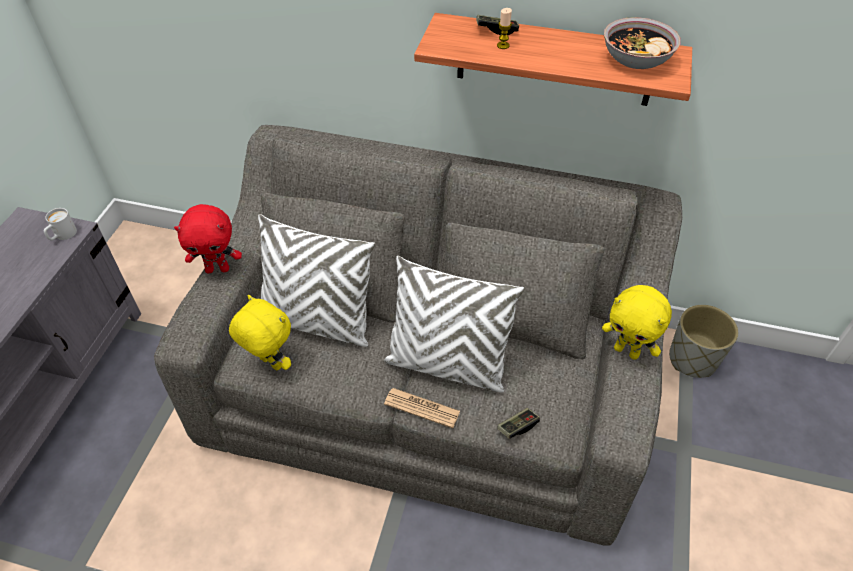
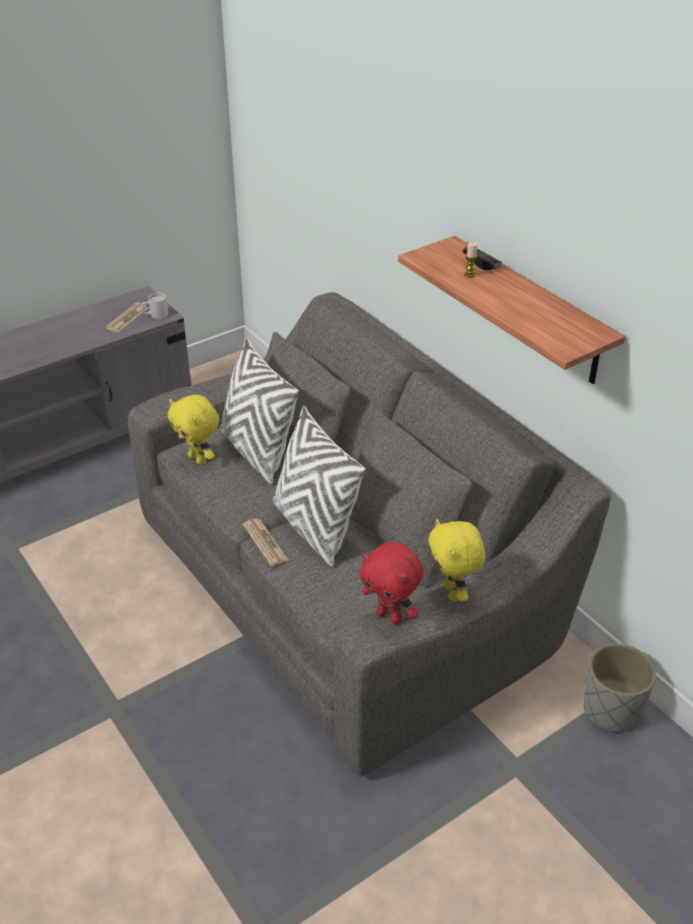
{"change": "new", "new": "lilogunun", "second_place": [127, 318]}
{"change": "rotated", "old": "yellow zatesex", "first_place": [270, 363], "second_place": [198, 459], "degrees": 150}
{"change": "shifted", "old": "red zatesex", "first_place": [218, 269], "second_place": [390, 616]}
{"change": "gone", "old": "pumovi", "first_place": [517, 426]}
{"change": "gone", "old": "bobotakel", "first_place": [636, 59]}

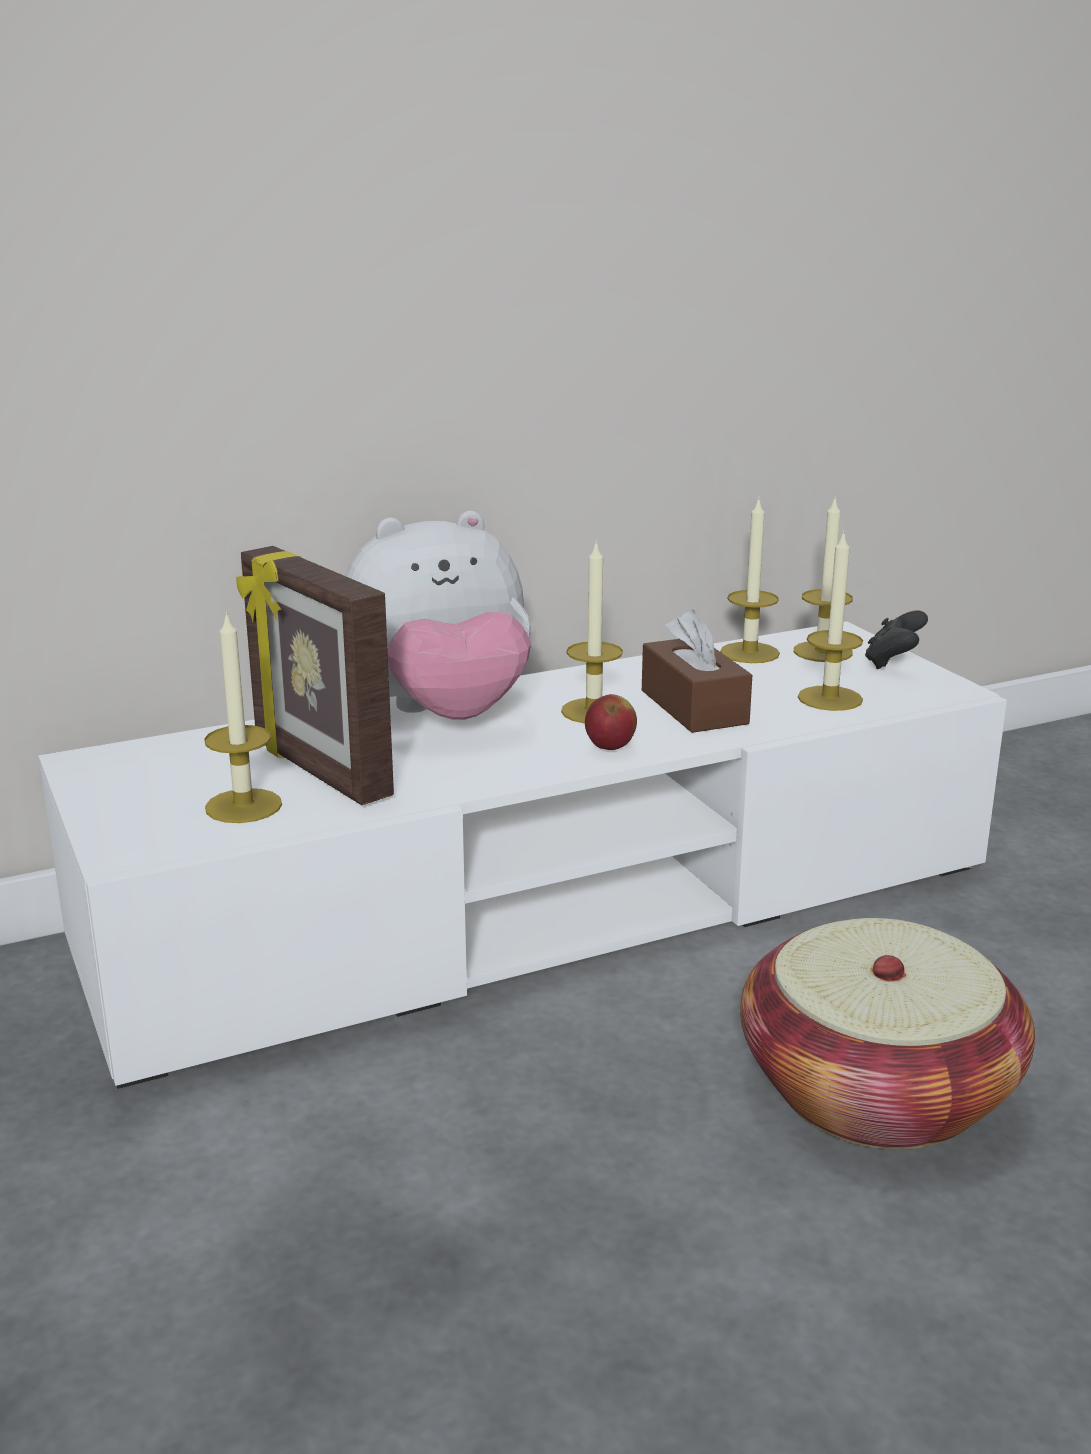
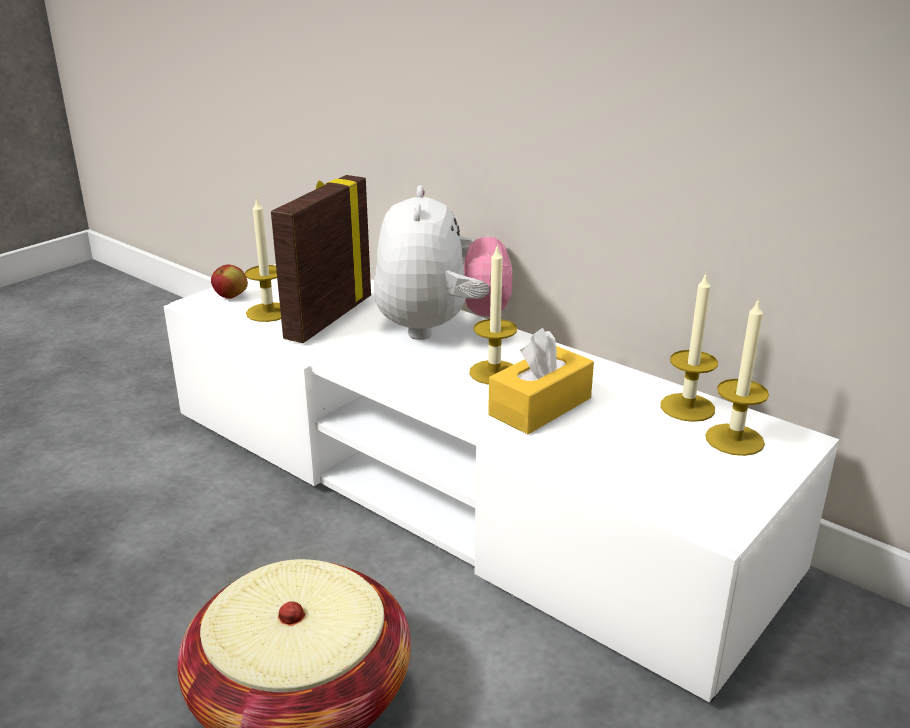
{"change": "shifted", "old": "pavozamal", "first_place": [610, 747], "second_place": [231, 297]}
{"change": "rotated", "old": "zatesex", "first_place": [442, 714], "second_place": [440, 328], "degrees": -135}
{"change": "repainted", "old": "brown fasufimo", "new": "yellow fasufimo", "first_place": [694, 707], "second_place": [540, 406]}
{"change": "gone", "old": "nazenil", "first_place": [830, 698]}
{"change": "gone", "old": "black pumovi", "first_place": [893, 663]}

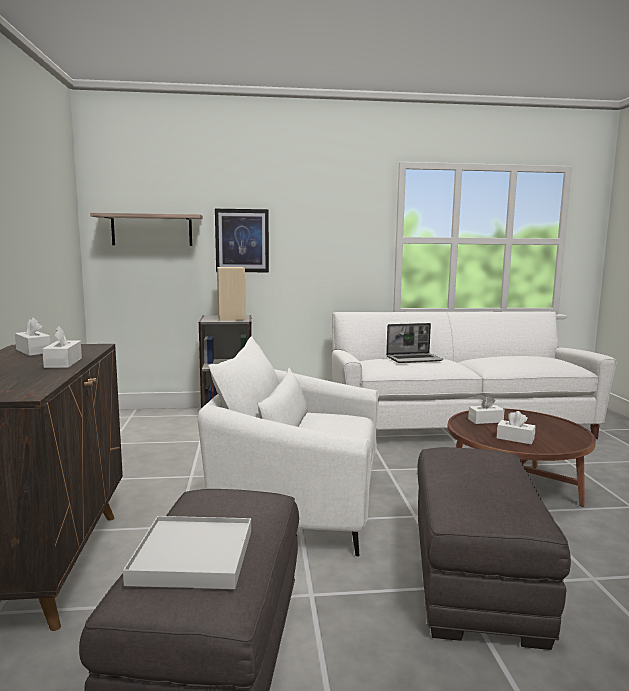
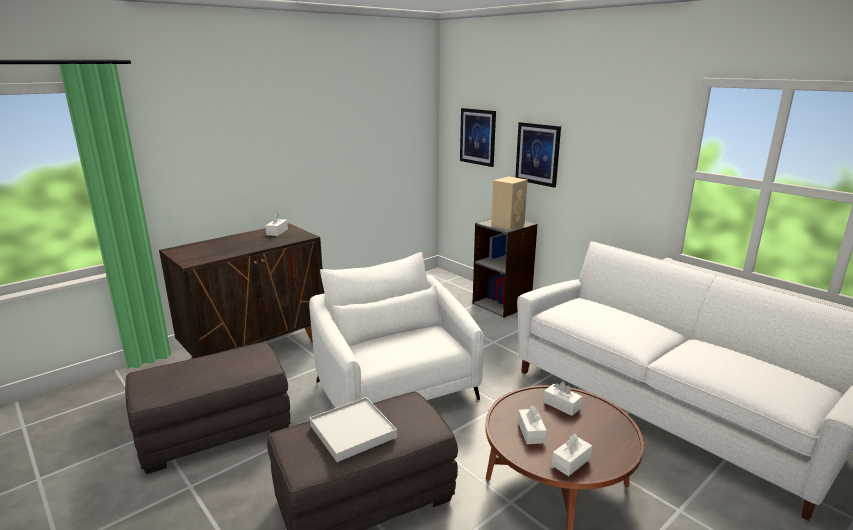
{"change": "shifted", "old": "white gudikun", "first_place": [192, 557], "second_place": [352, 431]}
{"change": "swapped", "old": "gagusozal", "new": "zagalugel", "first_place": [152, 230], "second_place": [478, 136]}
{"change": "shifted", "old": "white fasufimo", "first_place": [63, 363], "second_place": [571, 462]}
{"change": "gone", "old": "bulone", "first_place": [414, 359]}

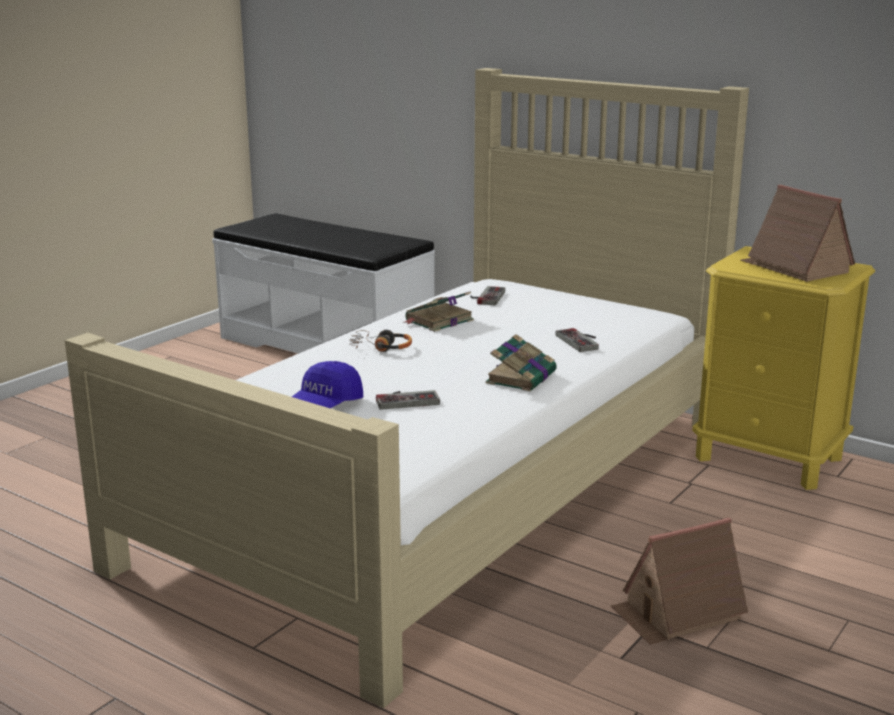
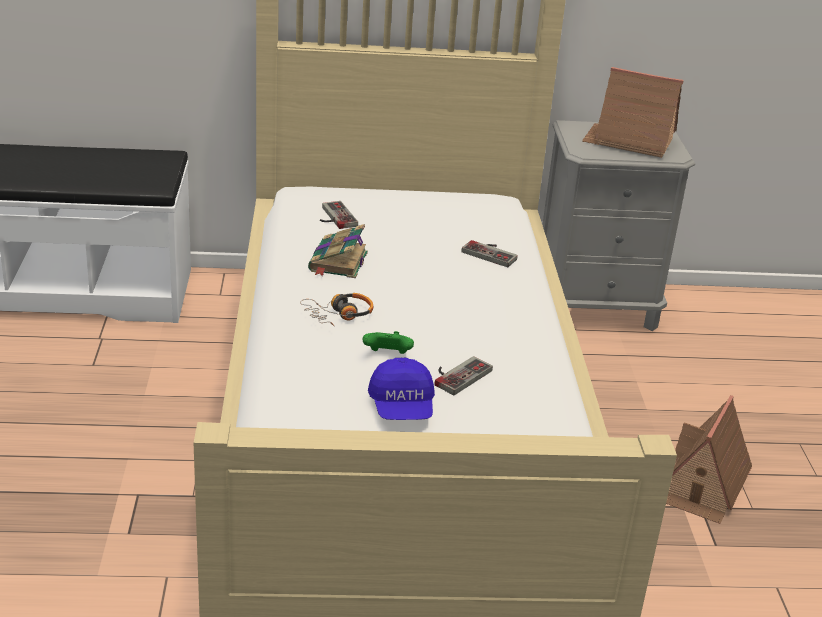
{"change": "new", "new": "green pumovi", "second_place": [387, 356]}
{"change": "repainted", "old": "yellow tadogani", "new": "grey tadogani", "first_place": [769, 458], "second_place": [596, 307]}
{"change": "gone", "old": "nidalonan", "first_place": [522, 377]}

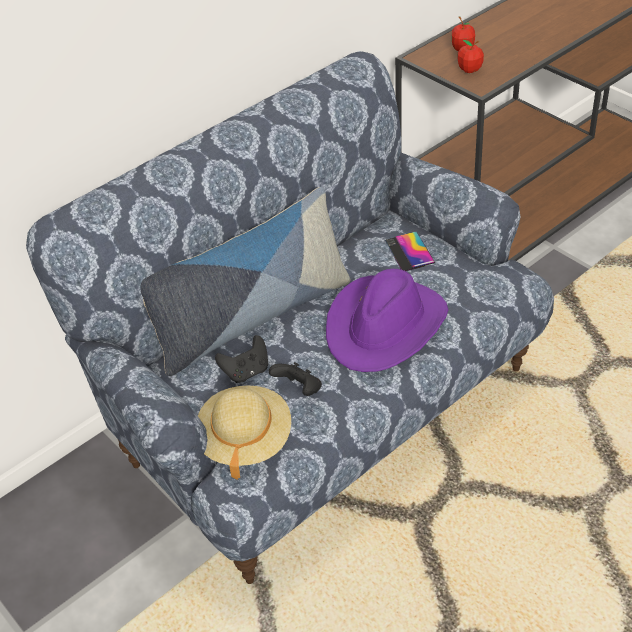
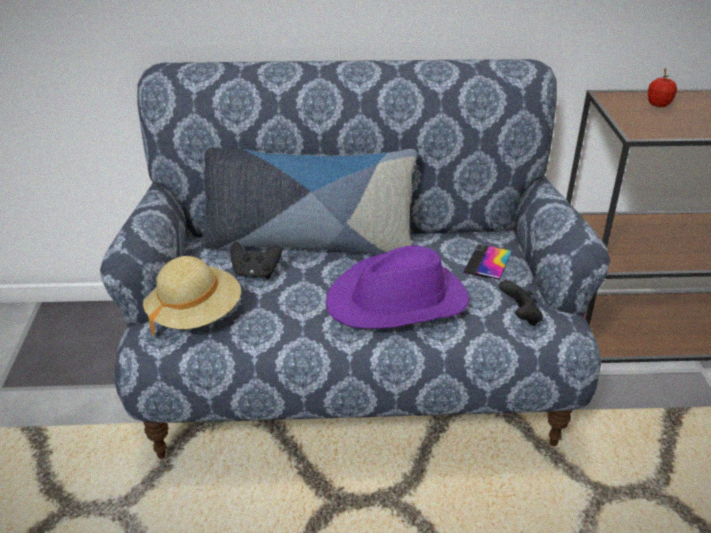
{"change": "shifted", "old": "black pumovi", "first_place": [299, 390], "second_place": [520, 317]}
{"change": "gone", "old": "pavozamal", "first_place": [469, 70]}

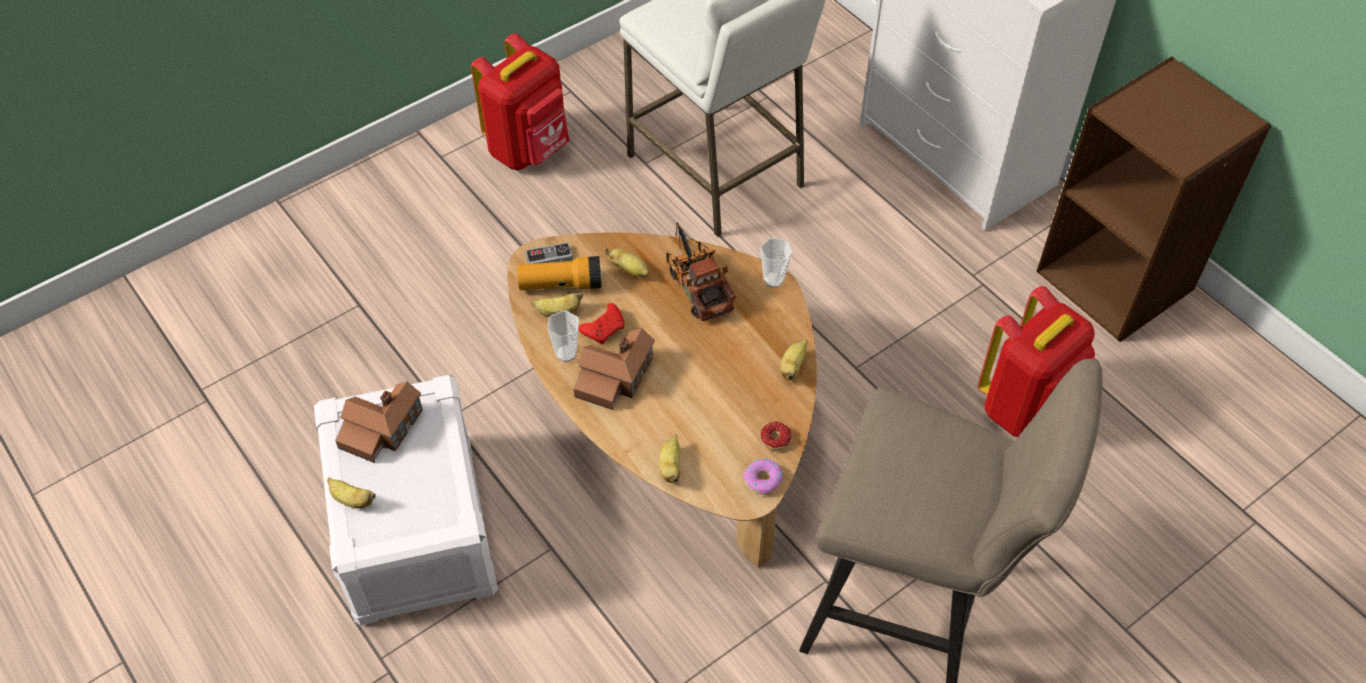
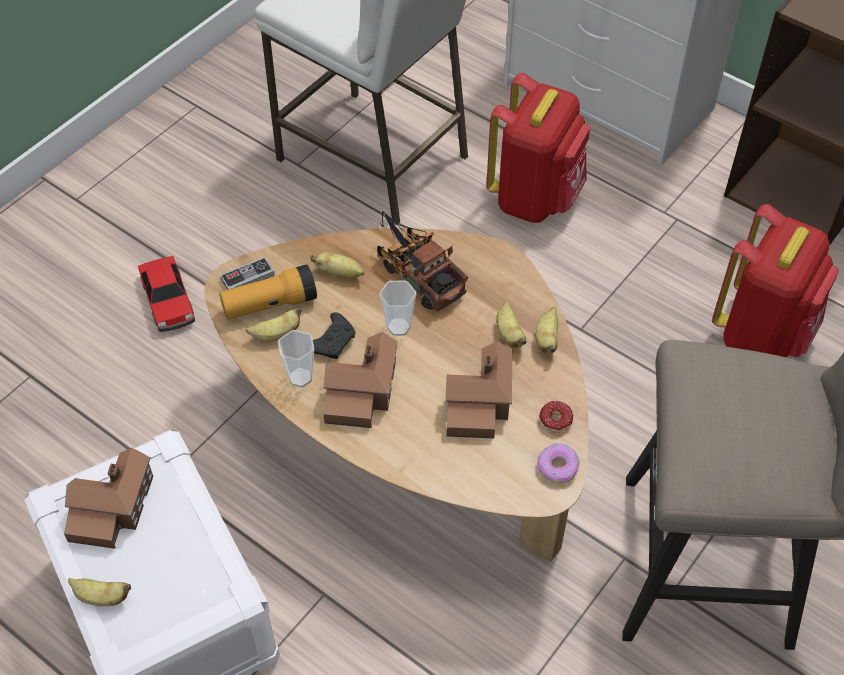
{"change": "new", "new": "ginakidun", "second_place": [168, 301]}
{"change": "repainted", "old": "red pumovi", "new": "black pumovi", "first_place": [604, 328], "second_place": [333, 341]}
{"change": "shifted", "old": "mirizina", "first_place": [773, 280], "second_place": [398, 327]}
{"change": "new", "new": "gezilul", "second_place": [479, 403]}
{"change": "shifted", "old": "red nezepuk", "first_place": [529, 149], "second_place": [535, 198]}
{"change": "shifted", "old": "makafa", "first_place": [670, 467], "second_place": [509, 334]}

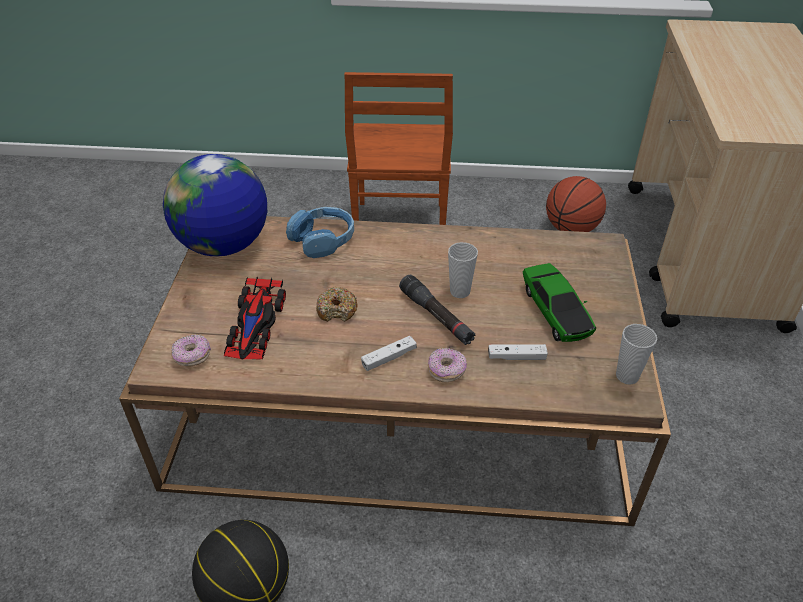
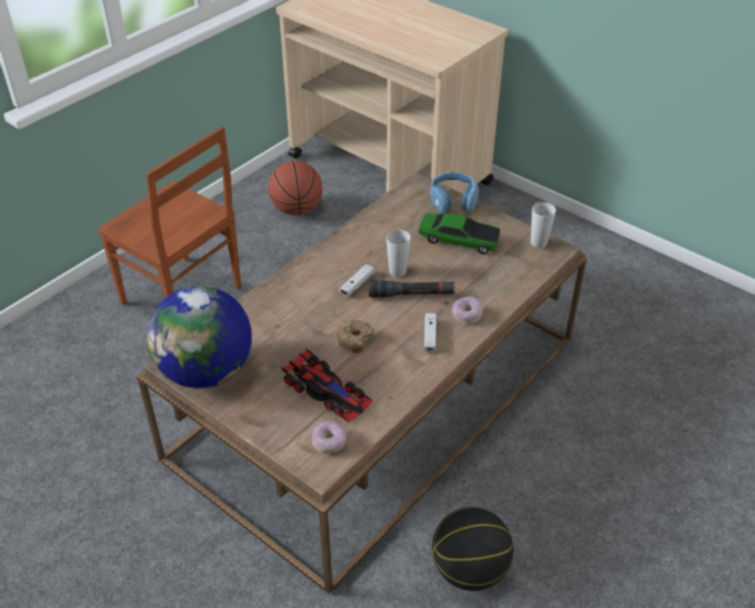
{"change": "shifted", "old": "white pumovi", "first_place": [516, 357], "second_place": [357, 284]}
{"change": "shifted", "old": "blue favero", "first_place": [323, 239], "second_place": [453, 200]}

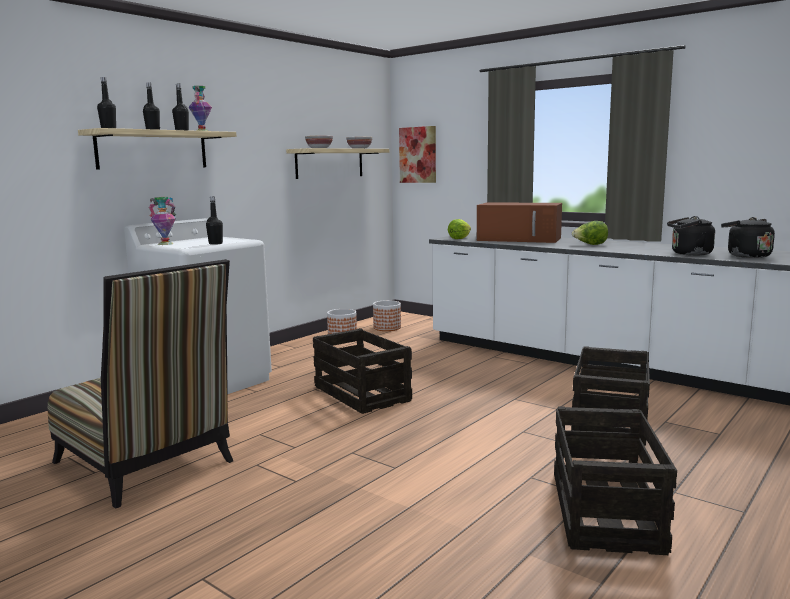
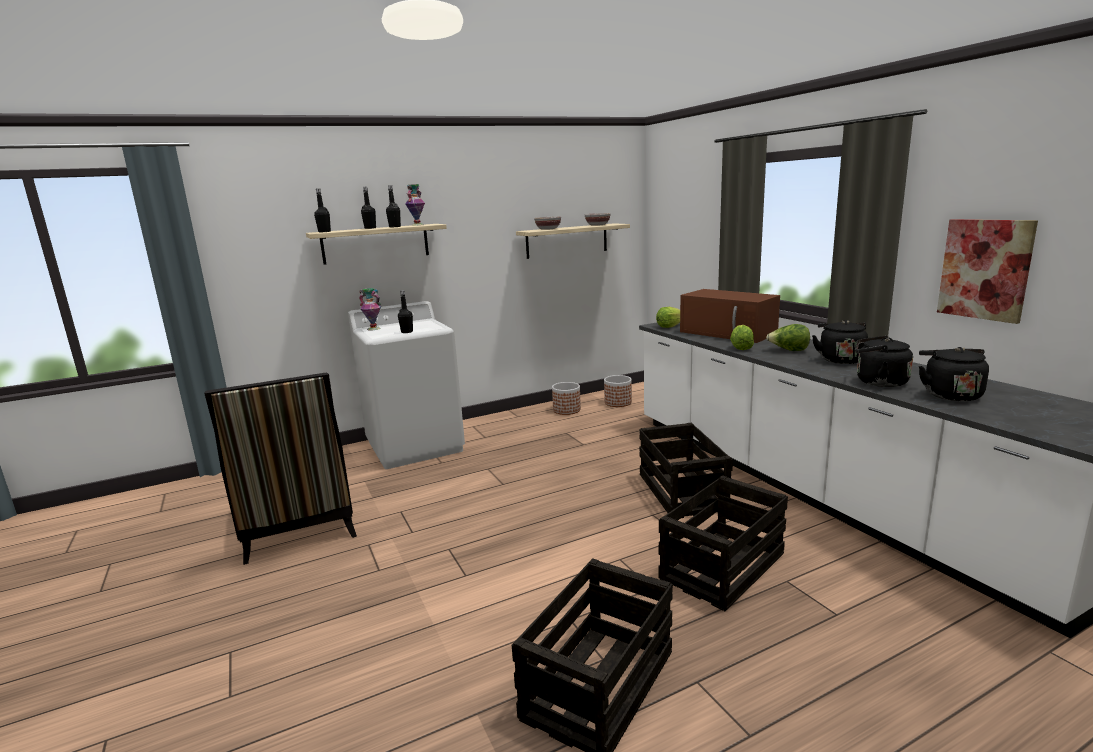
{"change": "shifted", "old": "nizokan", "first_place": [361, 393], "second_place": [681, 492]}
{"change": "new", "new": "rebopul", "second_place": [741, 348]}
{"change": "new", "new": "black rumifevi", "second_place": [840, 359]}
{"change": "shifted", "old": "zagalugel", "first_place": [418, 155], "second_place": [985, 269]}

